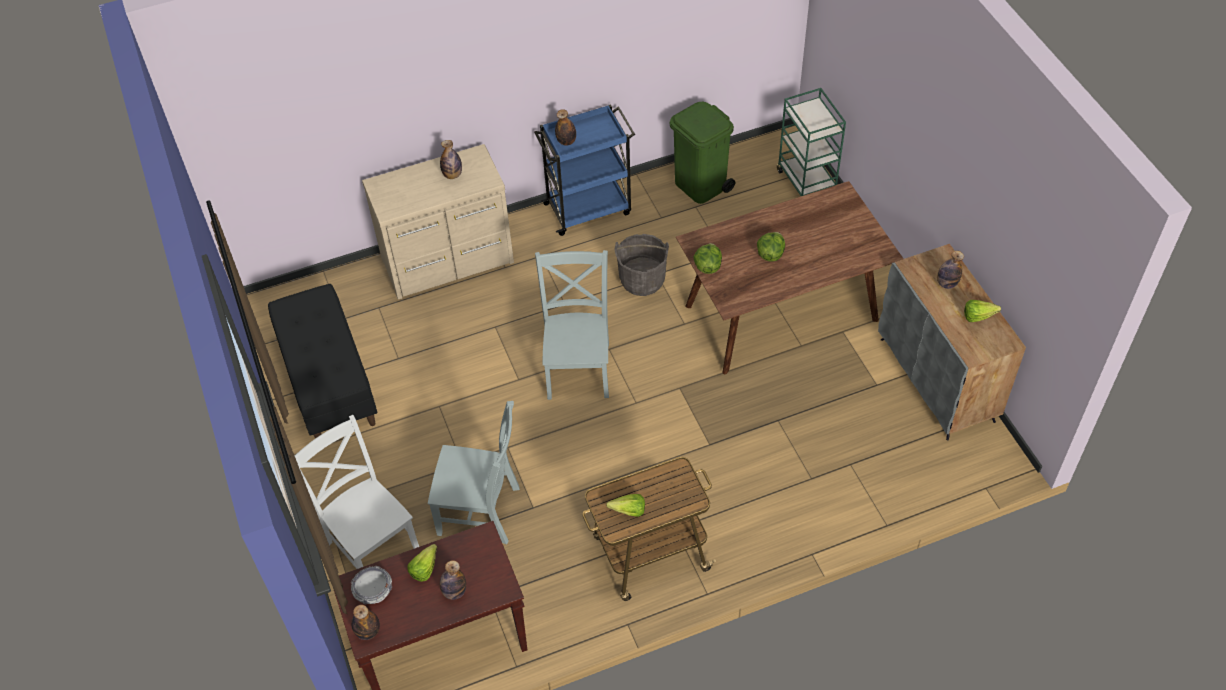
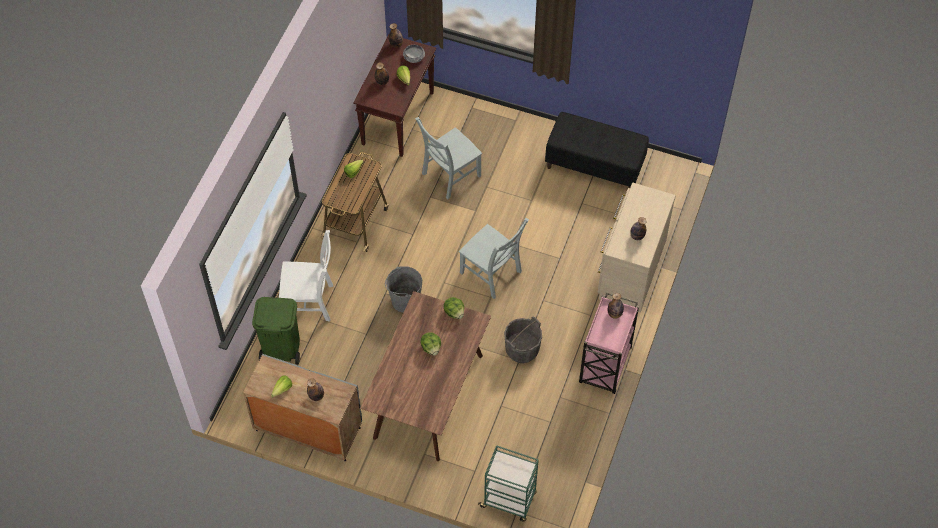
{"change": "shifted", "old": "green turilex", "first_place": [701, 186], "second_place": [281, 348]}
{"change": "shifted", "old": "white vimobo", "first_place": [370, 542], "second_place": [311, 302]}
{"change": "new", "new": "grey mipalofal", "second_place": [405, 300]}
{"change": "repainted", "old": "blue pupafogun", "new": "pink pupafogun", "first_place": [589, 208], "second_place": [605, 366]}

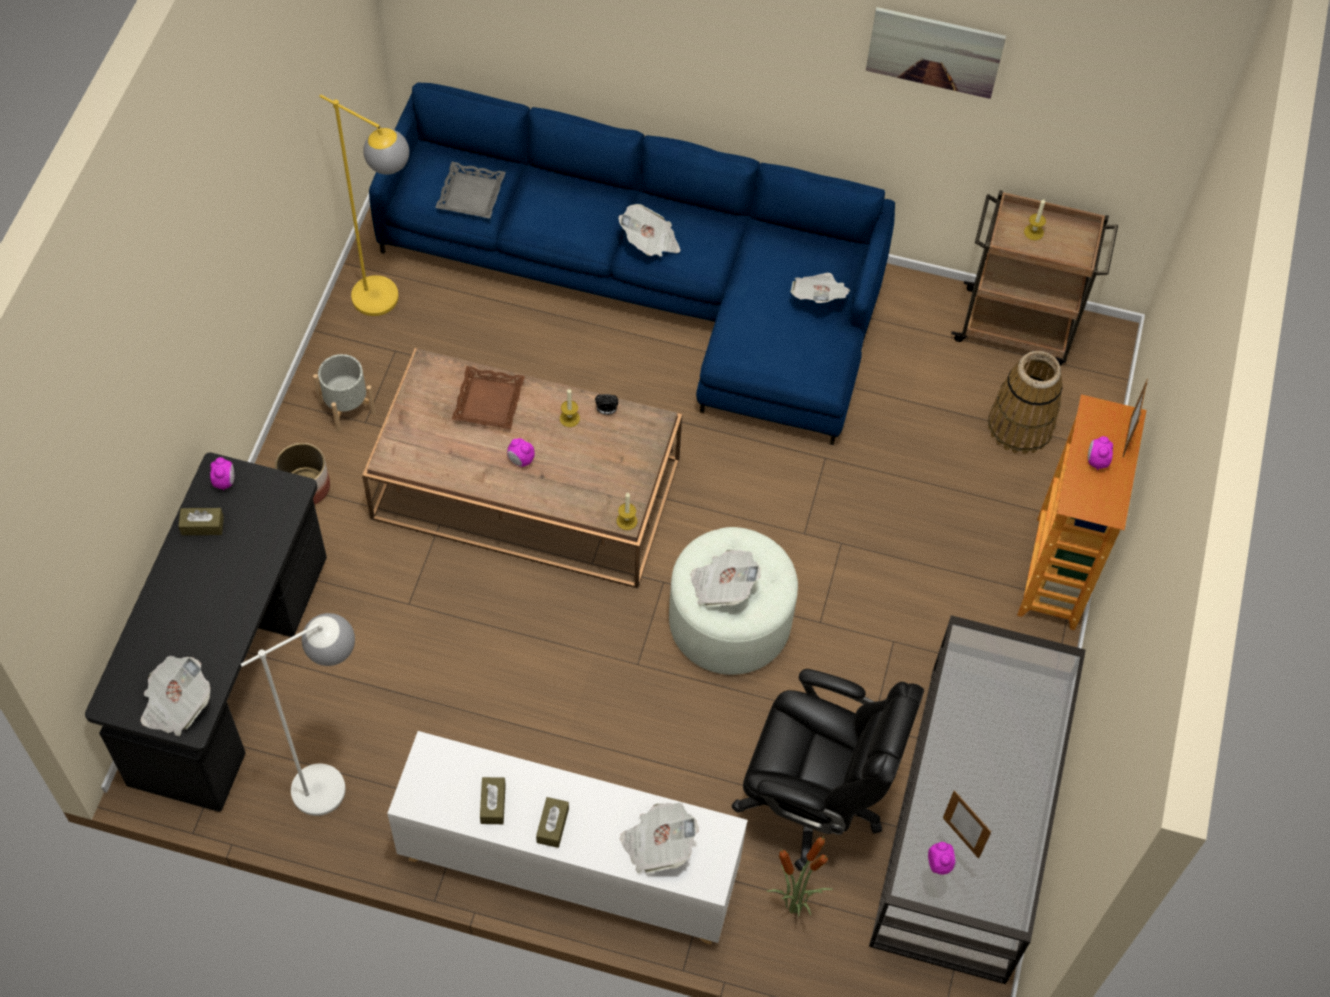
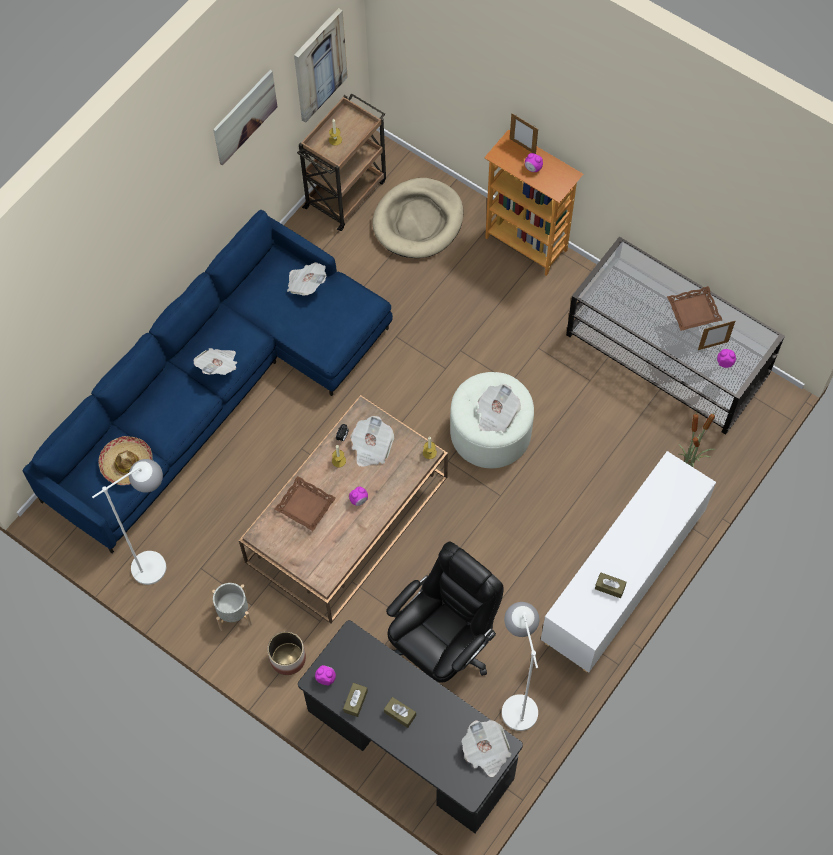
{"change": "repainted", "old": "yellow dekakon", "new": "white dekakon", "first_place": [389, 304], "second_place": [159, 560]}
{"change": "swapped", "old": "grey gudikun", "new": "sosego", "first_place": [471, 195], "second_place": [127, 464]}
{"change": "new", "new": "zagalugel", "second_place": [319, 65]}
{"change": "shifted", "old": "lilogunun", "first_place": [657, 844], "second_place": [371, 447]}
{"change": "swapped", "old": "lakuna", "new": "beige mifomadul", "first_place": [1020, 426], "second_place": [418, 221]}
{"change": "shifted", "old": "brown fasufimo", "first_place": [552, 825], "second_place": [400, 714]}
{"change": "shifted", "old": "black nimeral", "first_place": [814, 799], "second_place": [443, 646]}
{"change": "new", "new": "brown gudikun", "second_place": [693, 310]}

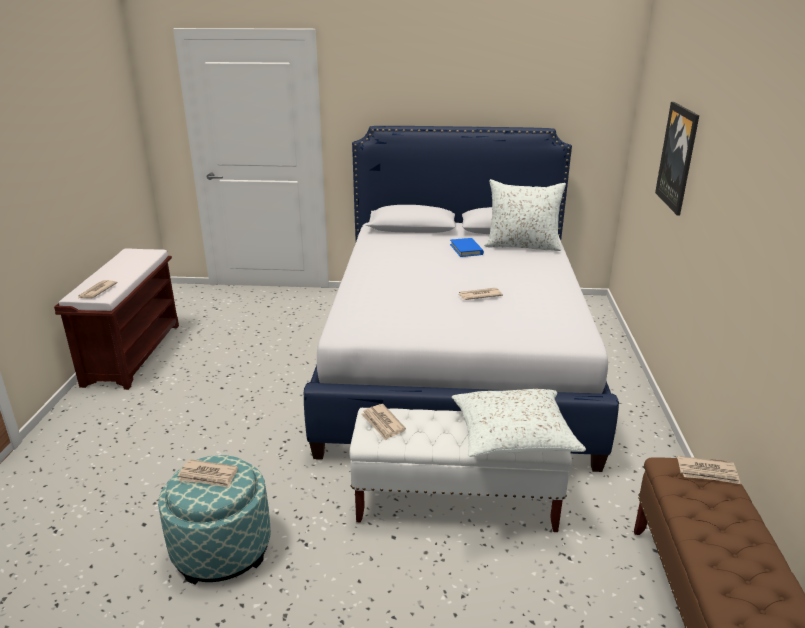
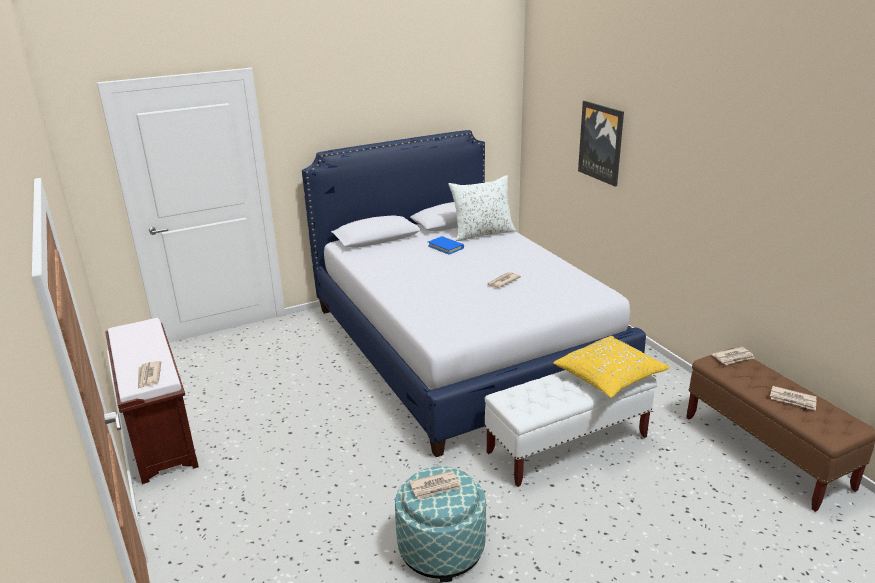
{"change": "repainted", "old": "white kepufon", "new": "yellow kepufon", "first_place": [513, 436], "second_place": [609, 377]}
{"change": "shifted", "old": "lilogunun", "first_place": [383, 423], "second_place": [793, 400]}

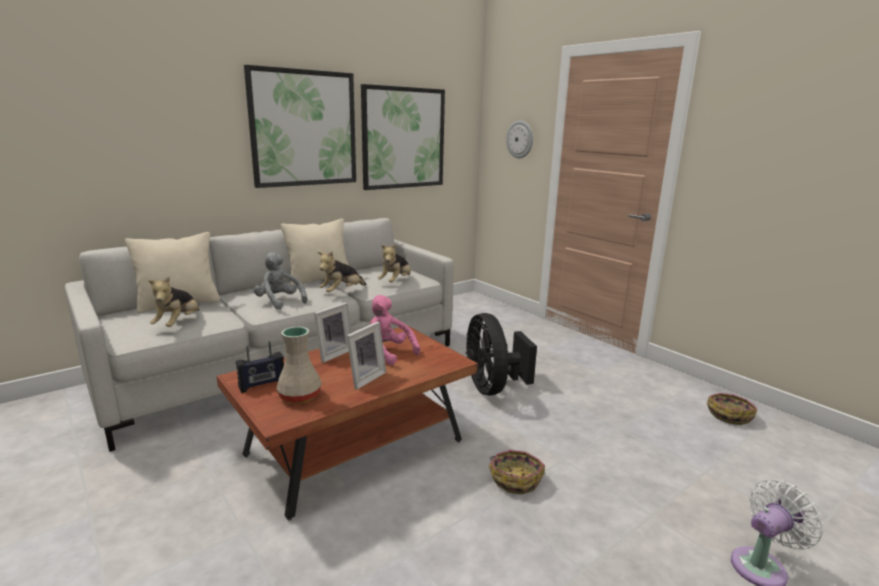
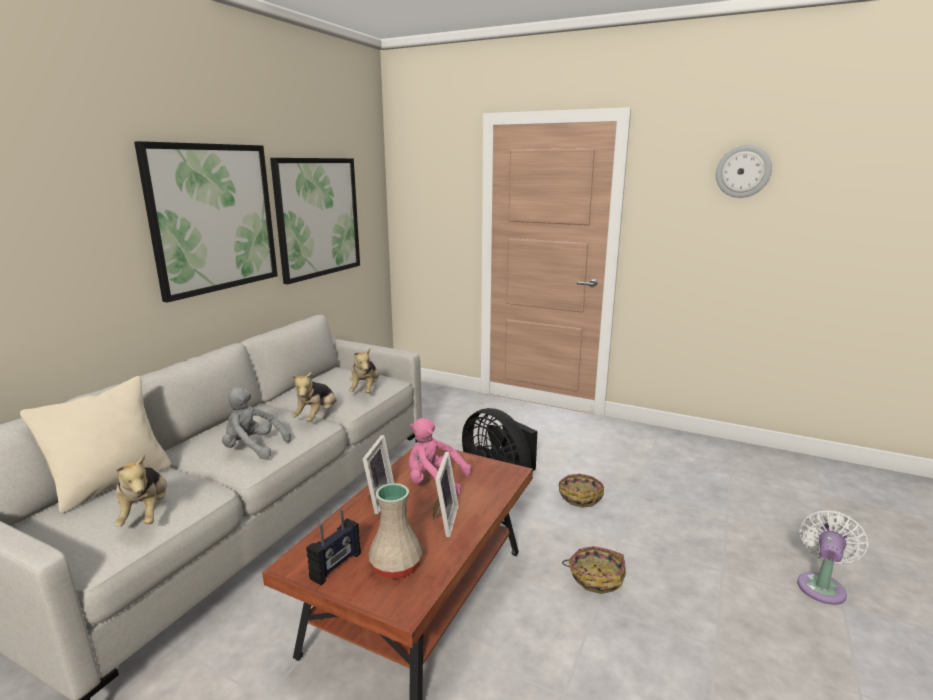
{"change": "shifted", "old": "lakuna", "first_place": [729, 414], "second_place": [580, 496]}
{"change": "shifted", "old": "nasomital", "first_place": [520, 139], "second_place": [743, 171]}
{"change": "gone", "old": "beige kepufon", "first_place": [319, 280]}

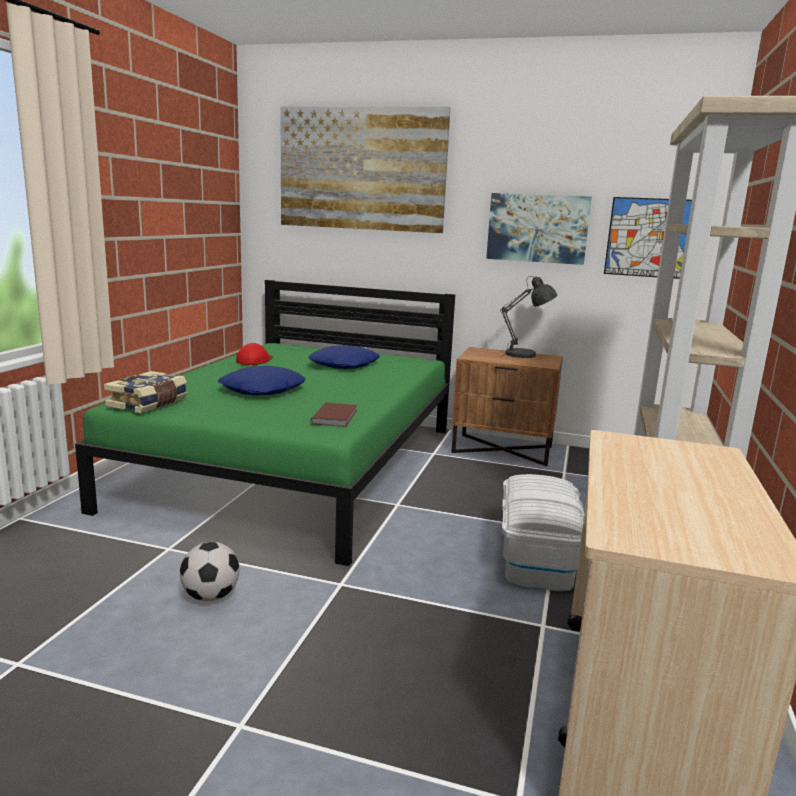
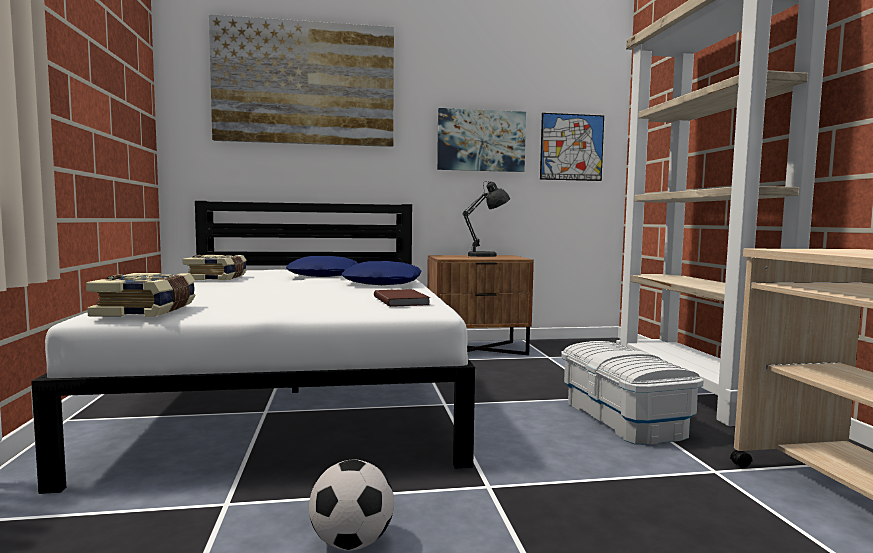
{"change": "repainted", "old": "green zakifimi", "new": "white zakifimi", "first_place": [298, 465], "second_place": [296, 390]}
{"change": "swapped", "old": "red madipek", "new": "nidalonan", "first_place": [255, 360], "second_place": [218, 278]}
{"change": "shifted", "old": "blue kepufon", "first_place": [263, 390], "second_place": [383, 283]}

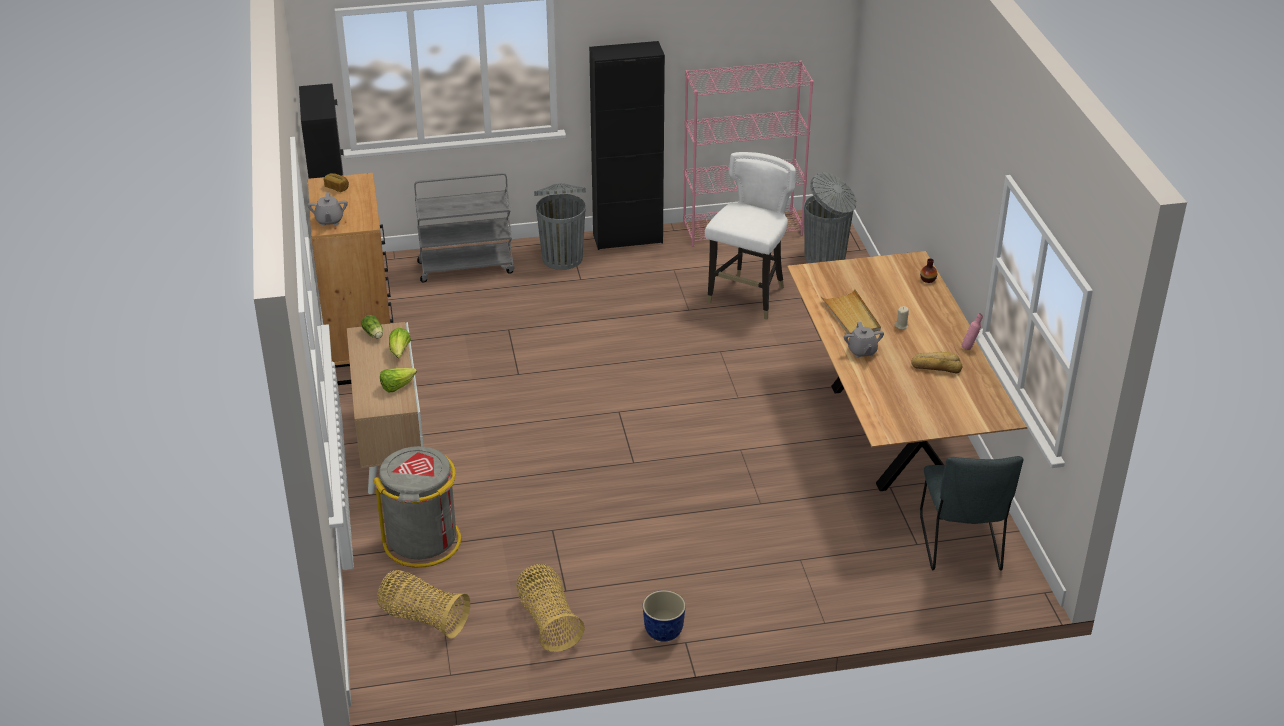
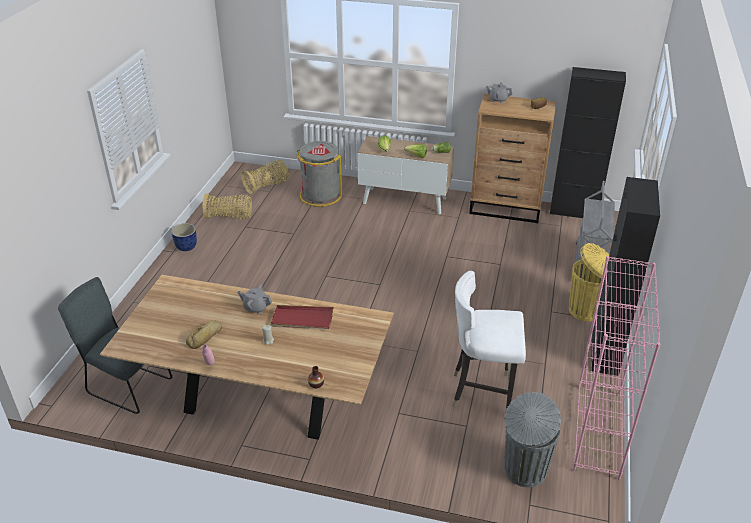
{"change": "repainted", "old": "beige gudikun", "new": "red gudikun", "first_place": [851, 316], "second_place": [302, 319]}
{"change": "rotated", "old": "white vimobo", "first_place": [748, 297], "second_place": [482, 392], "degrees": 135}
{"change": "repainted", "old": "grey turilex", "new": "yellow turilex", "first_place": [562, 257], "second_place": [586, 310]}

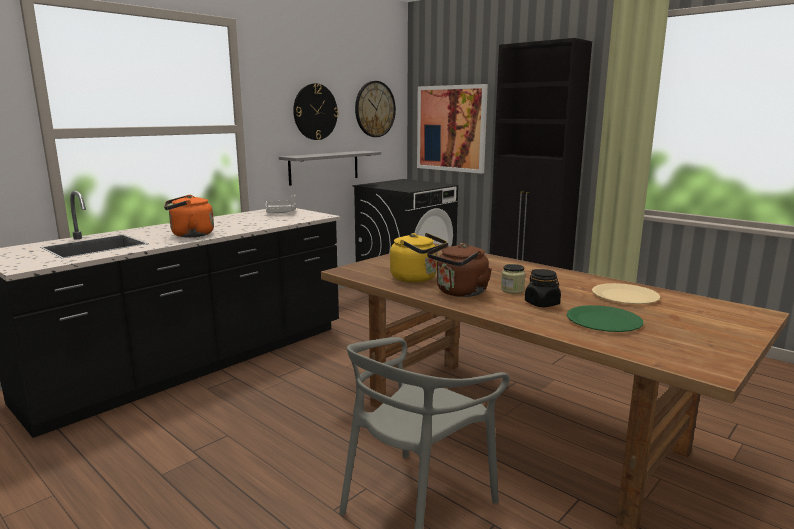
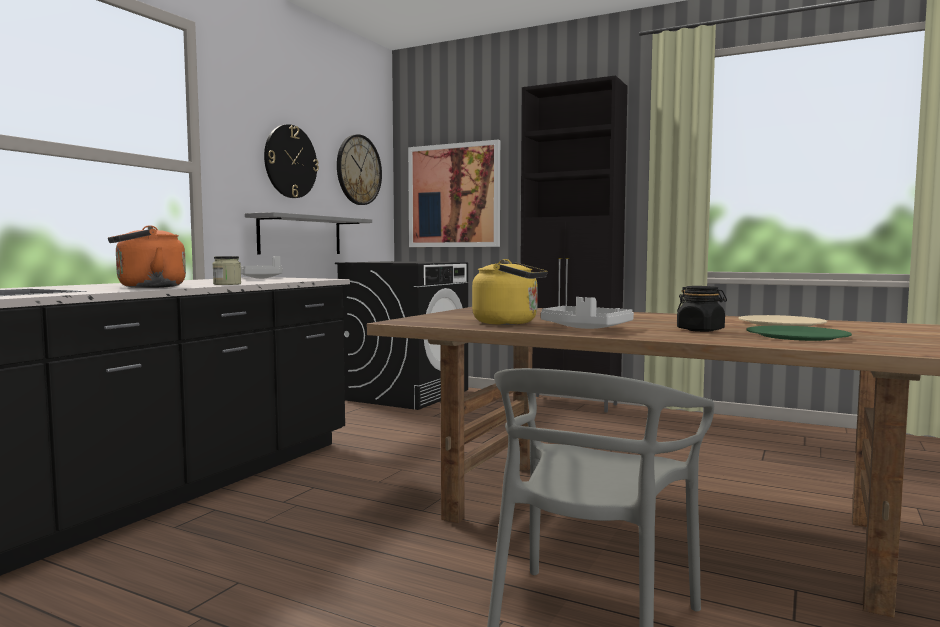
{"change": "shifted", "old": "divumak", "first_place": [512, 290], "second_place": [227, 284]}
{"change": "swapped", "old": "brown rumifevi", "new": "grey gudikun", "first_place": [459, 293], "second_place": [584, 328]}

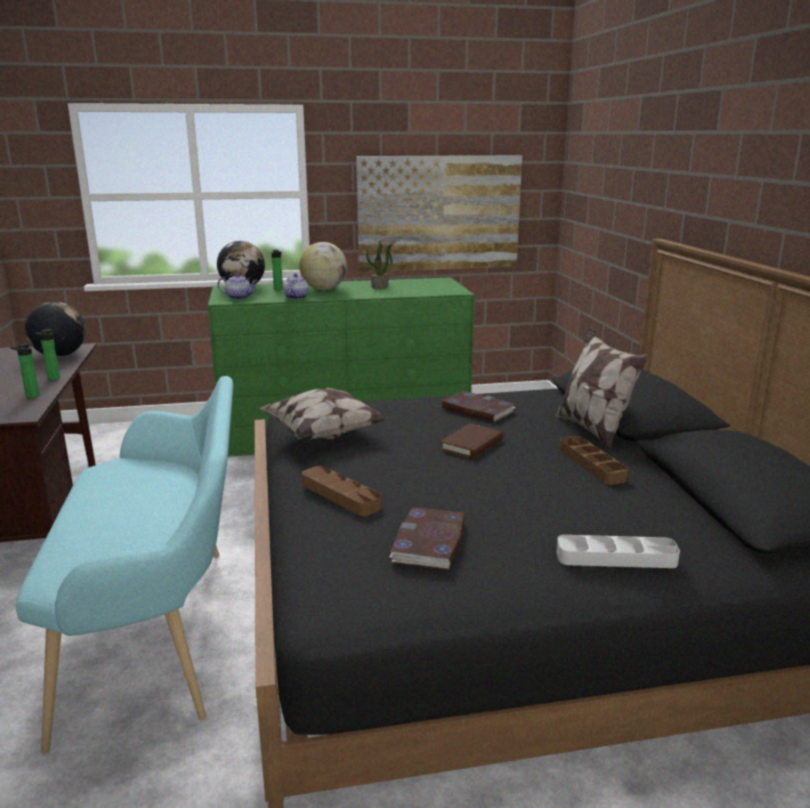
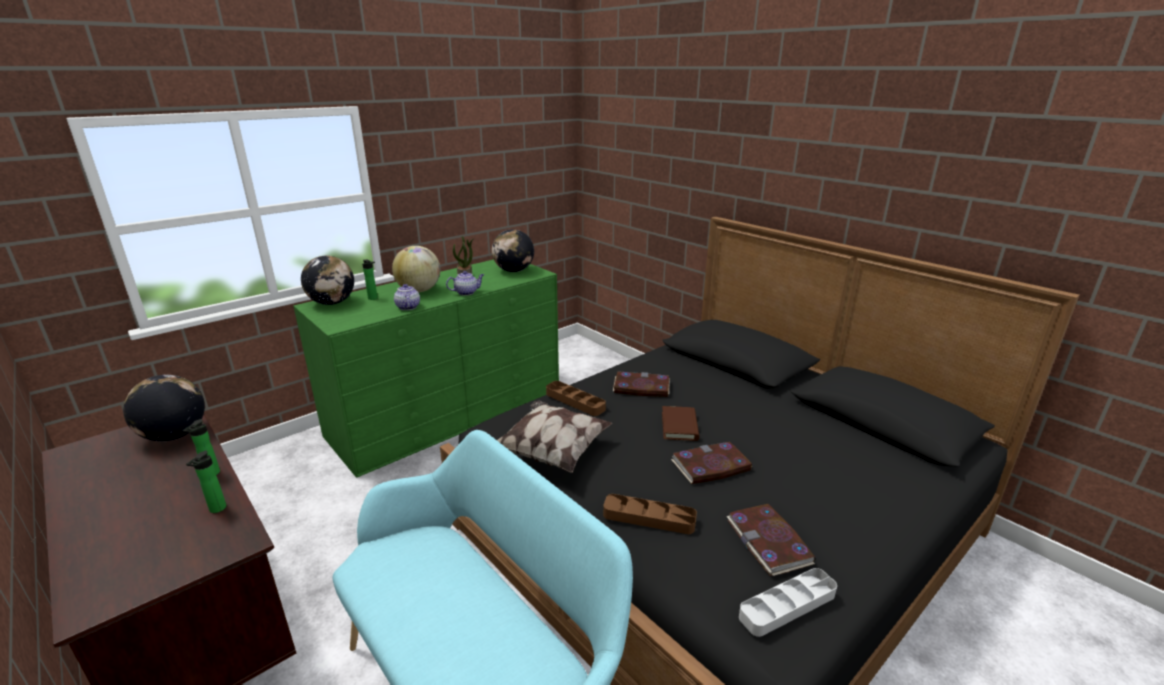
{"change": "shifted", "old": "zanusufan", "first_place": [239, 297], "second_place": [466, 292]}
{"change": "new", "new": "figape", "second_place": [513, 271]}
{"change": "shifted", "old": "brown gudikun", "first_place": [591, 464], "second_place": [575, 401]}
{"change": "new", "new": "nidalonan", "second_place": [711, 466]}
{"change": "shifted", "old": "grey gudikun", "first_place": [616, 557], "second_place": [787, 605]}
{"change": "gone", "old": "zagalugel", "first_place": [439, 213]}
{"change": "gone", "old": "kepufon", "first_place": [593, 429]}

